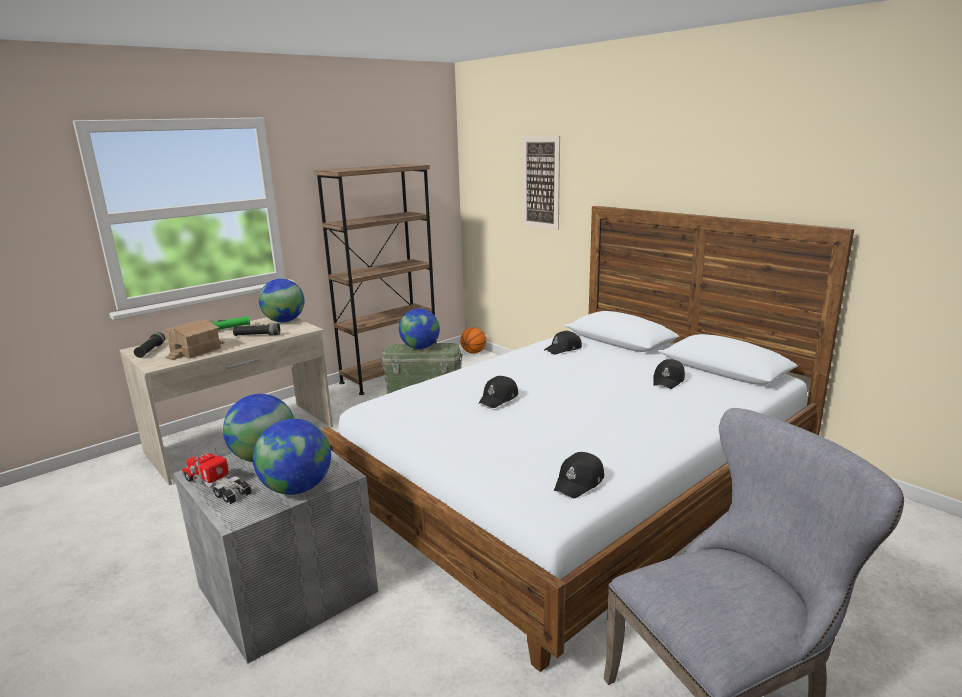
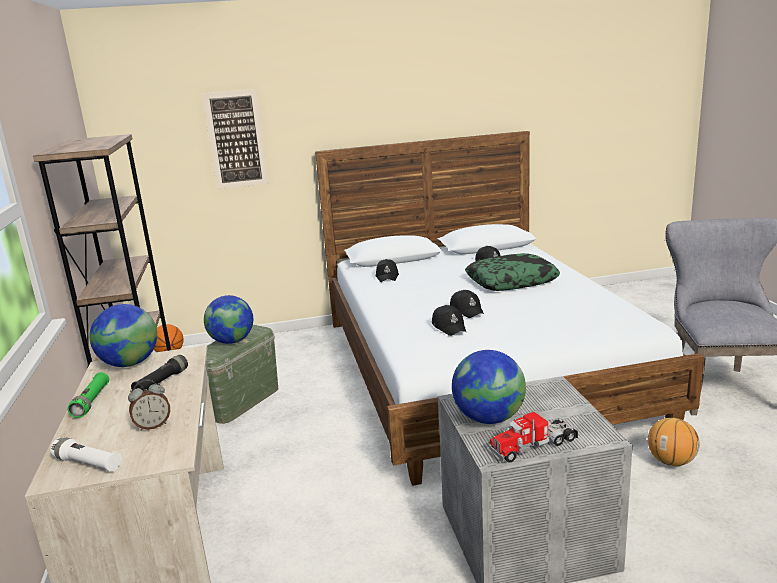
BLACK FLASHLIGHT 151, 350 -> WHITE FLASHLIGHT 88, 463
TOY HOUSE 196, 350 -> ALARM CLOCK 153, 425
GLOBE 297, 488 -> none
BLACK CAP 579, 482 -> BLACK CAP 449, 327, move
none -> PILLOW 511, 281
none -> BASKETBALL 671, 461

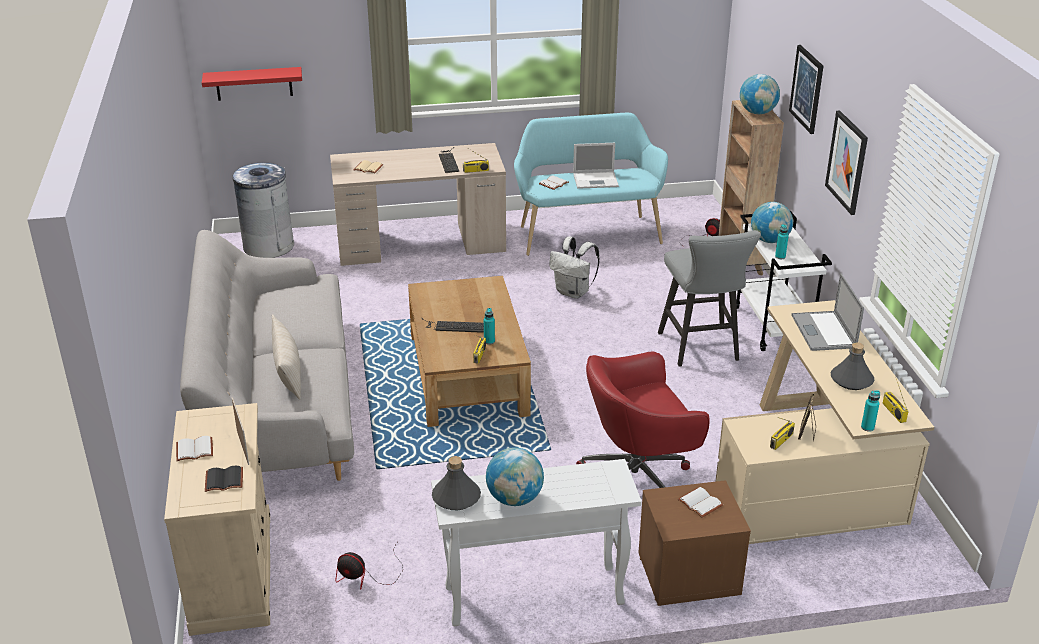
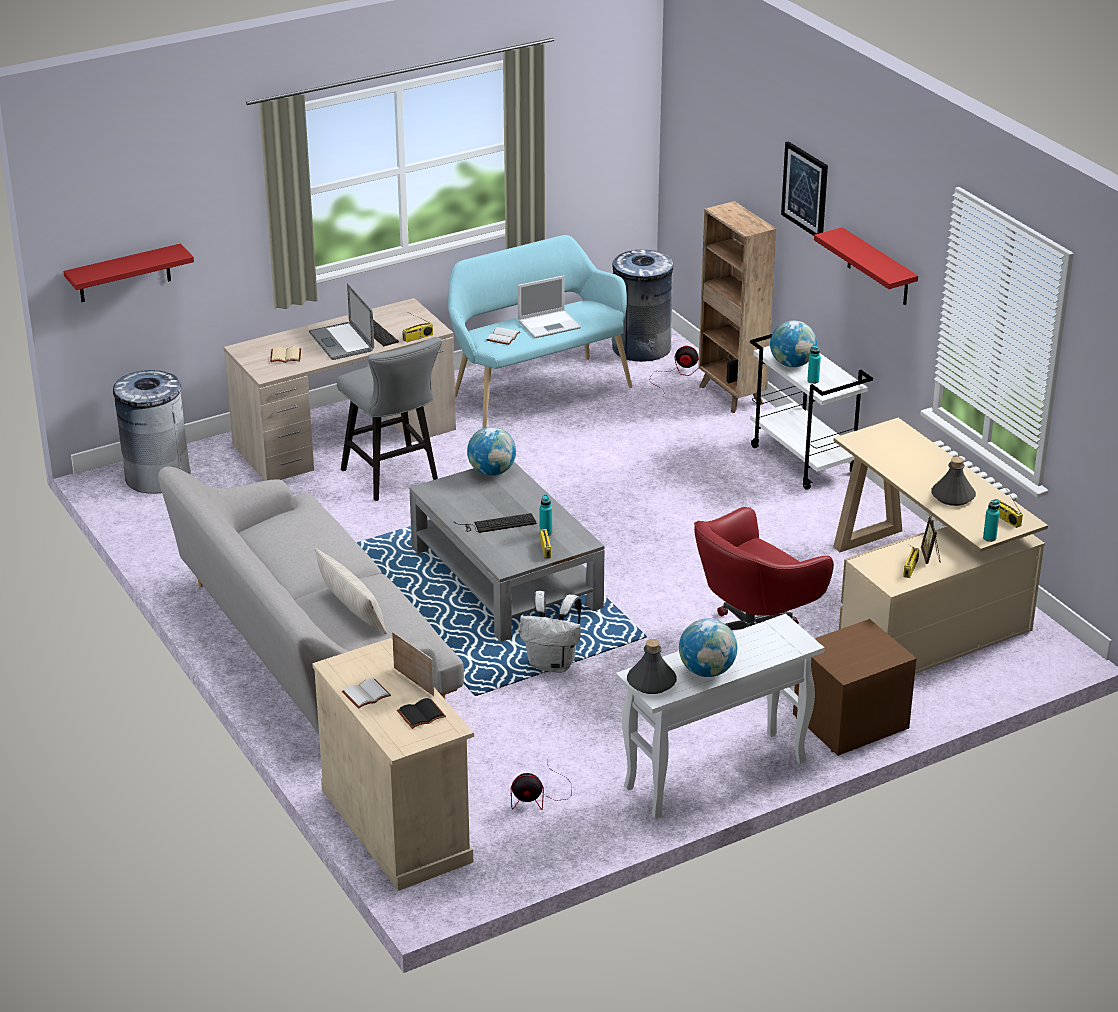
BROWN COFFEE TABLE 467, 373 -> GREY COFFEE TABLE 505, 577
WHITE BACKPACK 573, 292 -> WHITE BACKPACK 553, 664, move
GREY STOOL 701, 349 -> GREY STOOL 394, 479, move
WHITE BOOK 698, 503 -> none
GLOBE 757, 112 -> GLOBE 492, 472, move
LAPTOP 823, 331 -> LAPTOP 341, 341, move
PICTURE 847, 162 -> RED SHELF 878, 268
none -> GREY TRASH CAN 641, 348

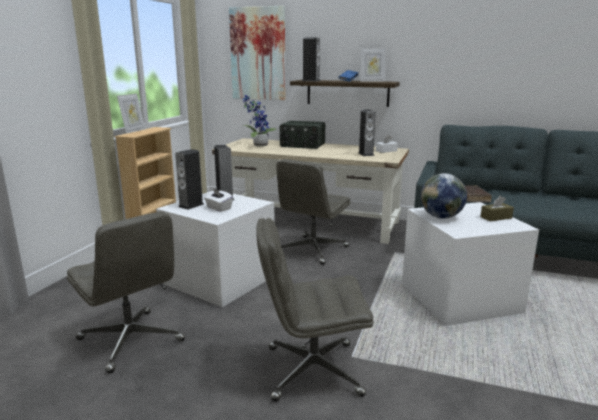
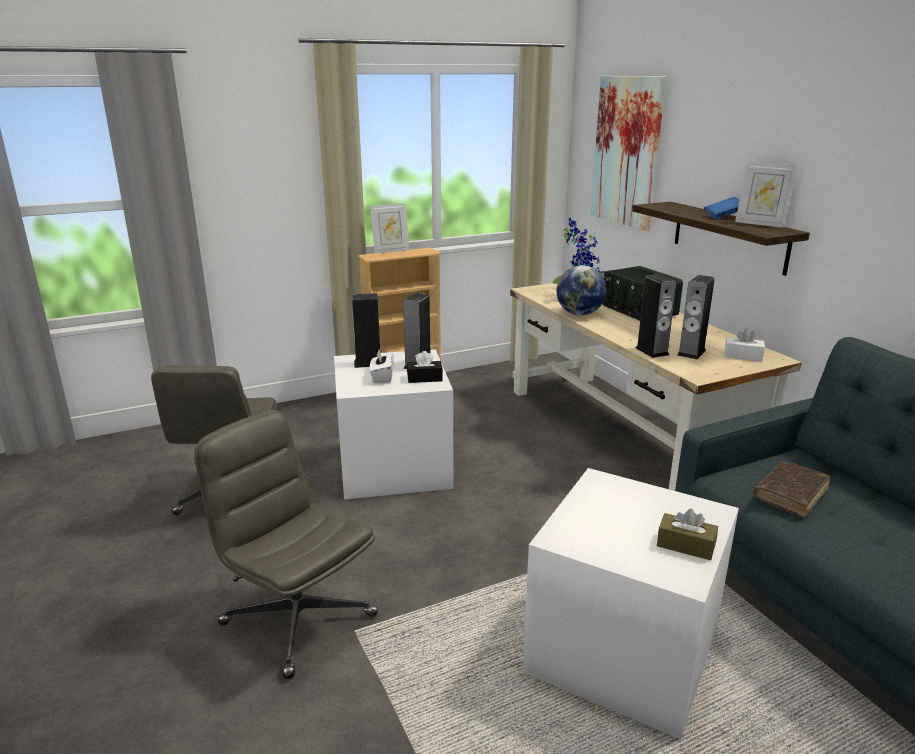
GREY OFFICE CHAIR 312, 250 -> none
SPEAKER 311, 80 -> SPEAKER 652, 351, move
GLOBE 441, 217 -> GLOBE 579, 314, move
none -> BLACK TISSUE BOX 424, 378

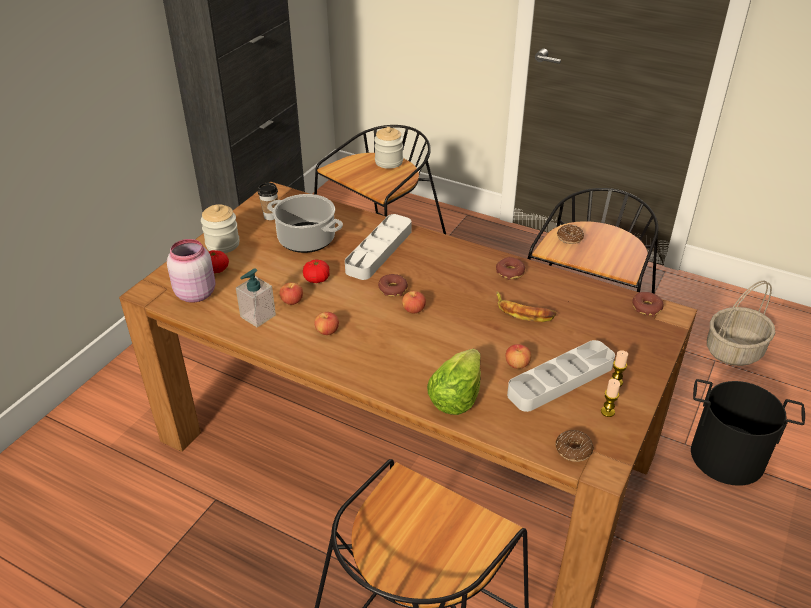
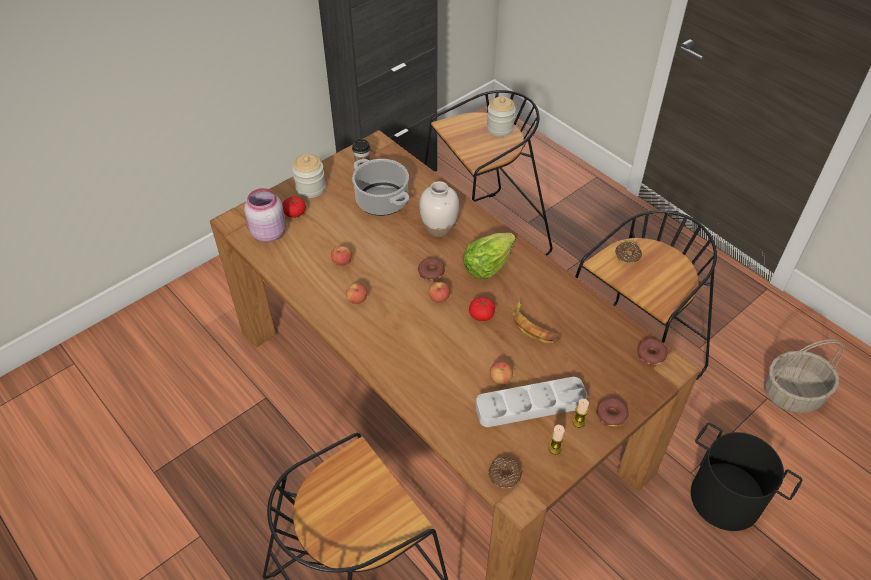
SOAP DISPENSER 258, 316 -> none
TOMATO 317, 279 -> TOMATO 481, 315, move
GREY TRAY 379, 251 -> WHITE VASE 438, 228
LETTUCE 455, 397 -> LETTUCE 487, 266, move
DONUT 510, 272 -> DONUT 611, 415, move

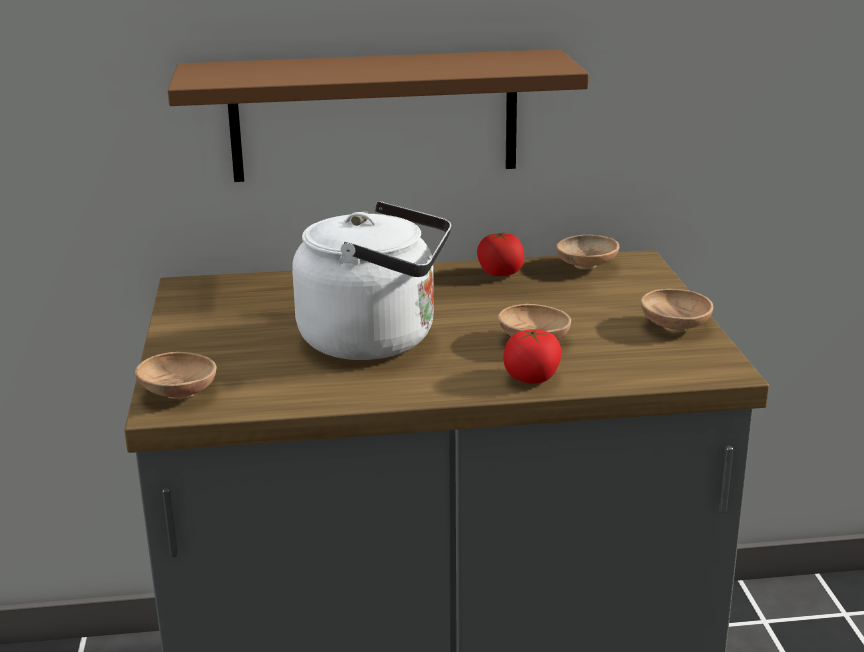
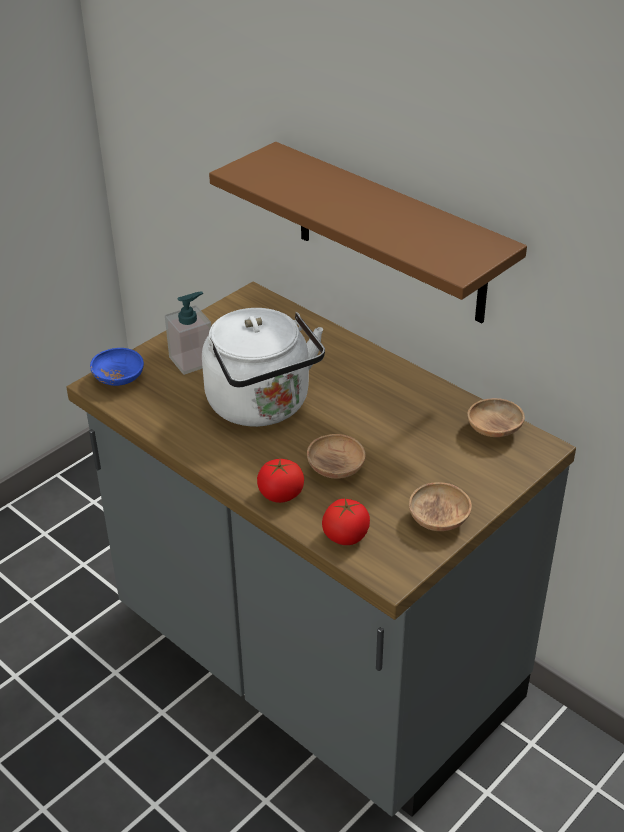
BROWN BOWL 178, 393 -> BLUE BOWL 119, 378
TOMATO 500, 273 -> TOMATO 345, 536, move
none -> SOAP DISPENSER 192, 361

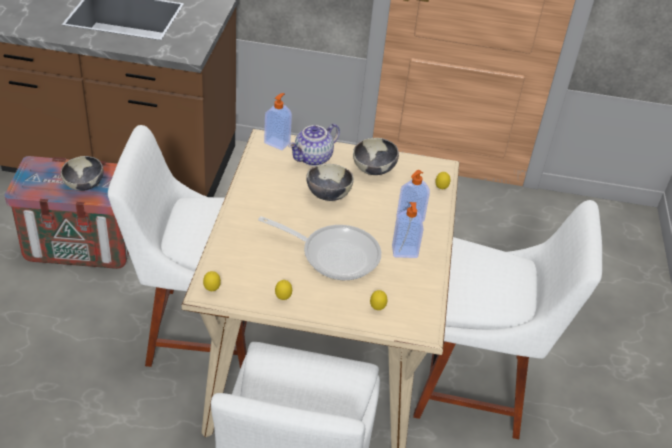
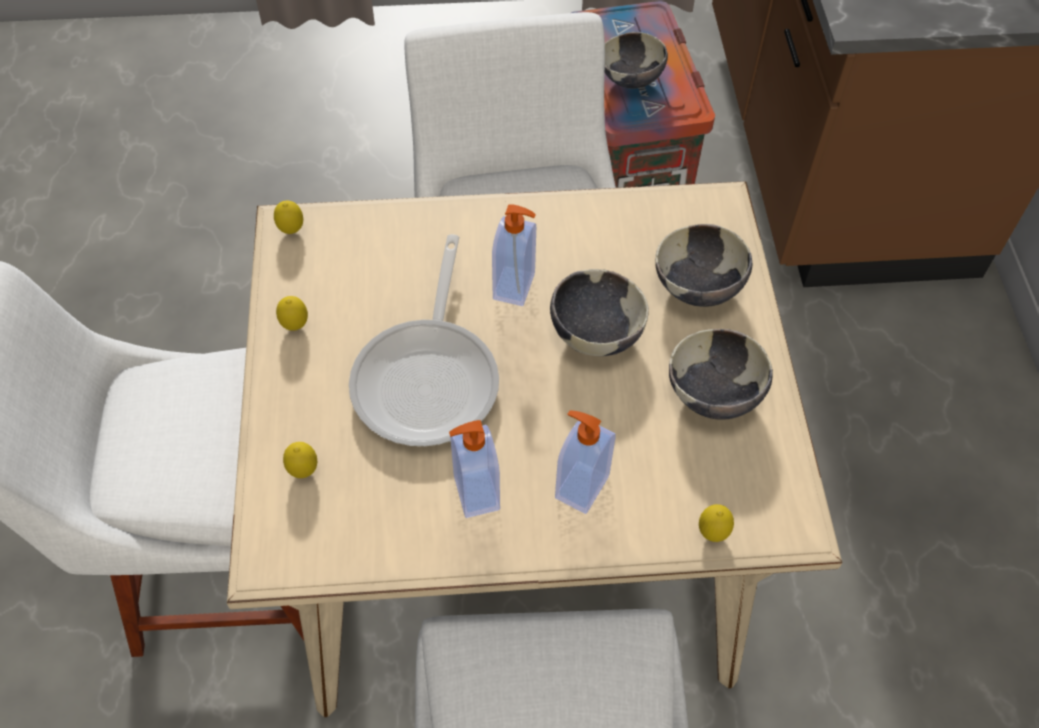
SOAP DISPENSER 277, 142 -> SOAP DISPENSER 515, 287, move
TEAPOT 313, 159 -> BOWL 697, 288

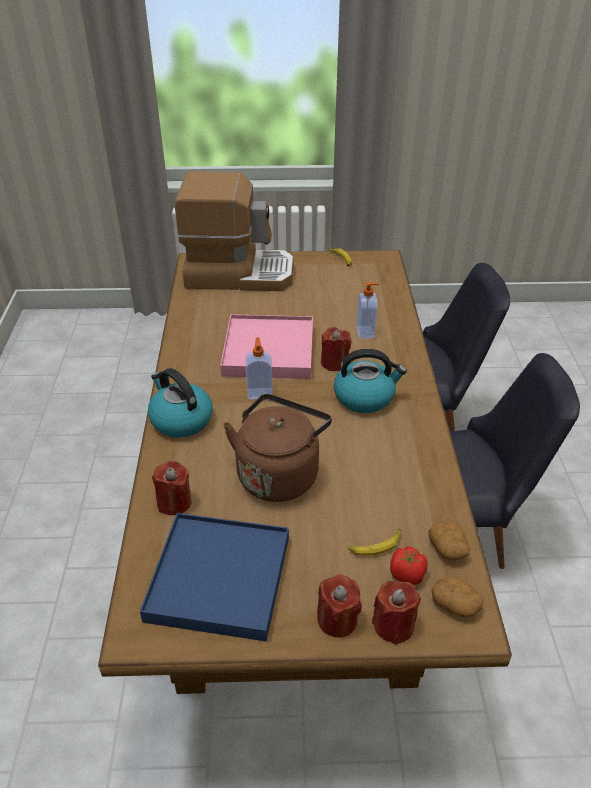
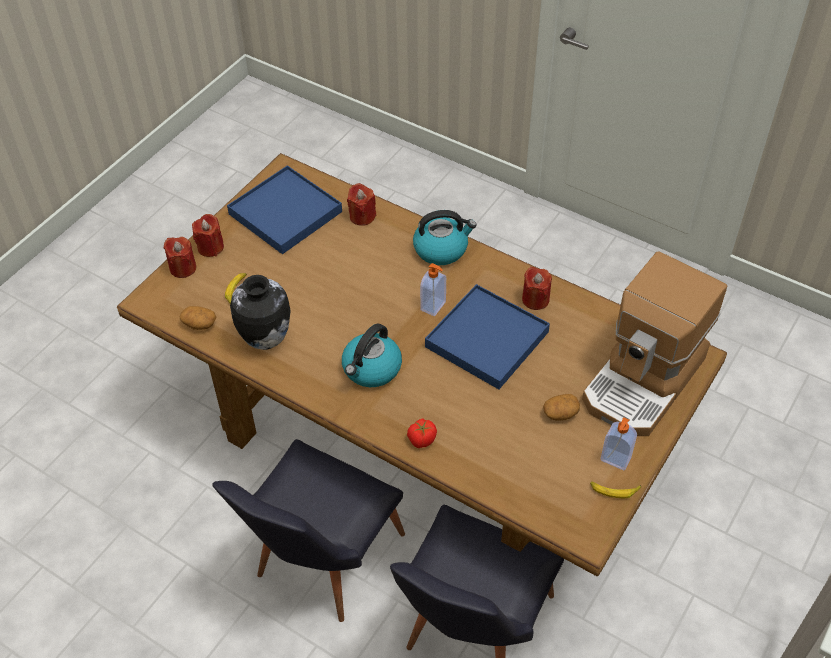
PINK TRAY 269, 350 -> BLUE TRAY 486, 339
BROWN KETTLE 279, 473 -> none
RED CANDLE 334, 363 -> RED CANDLE 535, 299, move
SOAP DISPENSER 366, 332 -> SOAP DISPENSER 615, 459, move
TOMATO 407, 575 -> TOMATO 421, 440, move
POTATO 455, 604 -> POTATO 560, 413, move
none -> VASE 265, 340

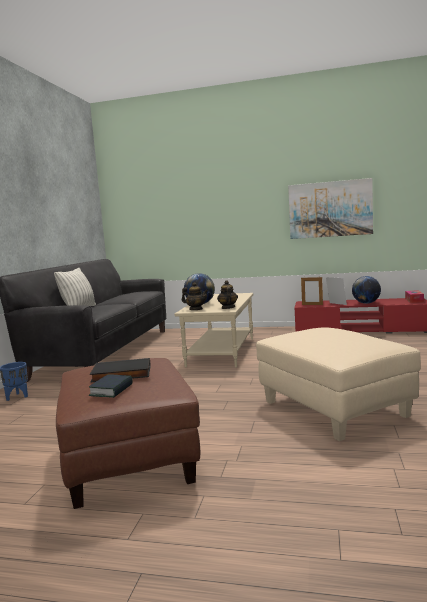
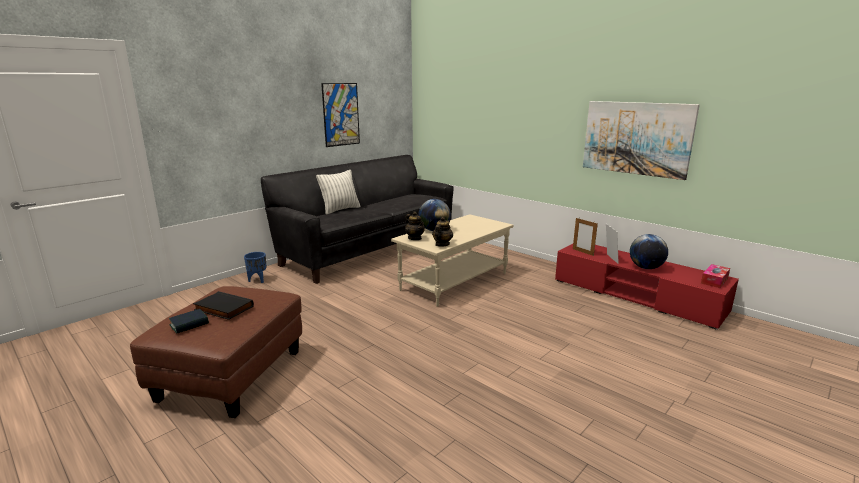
BEIGE OTTOMAN 334, 410 -> none
none -> PICTURE 341, 114

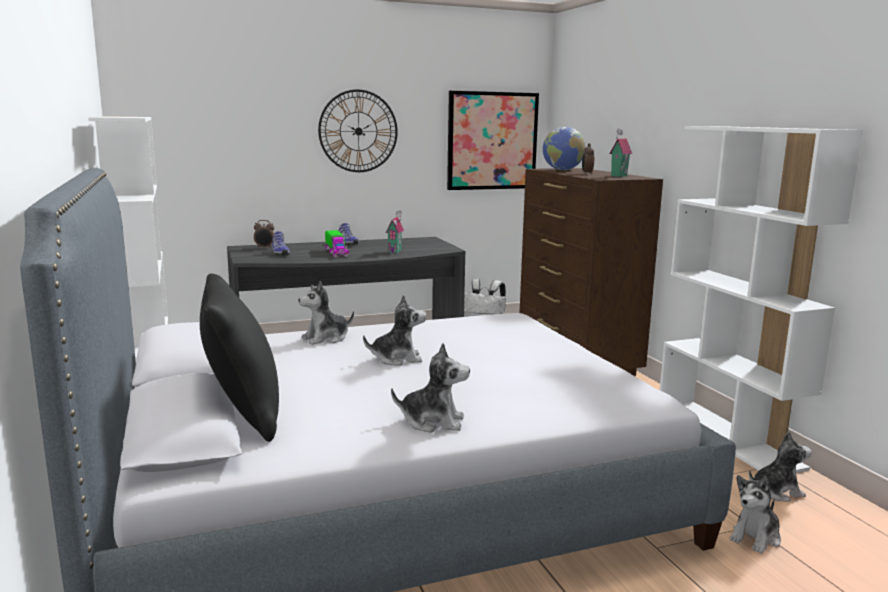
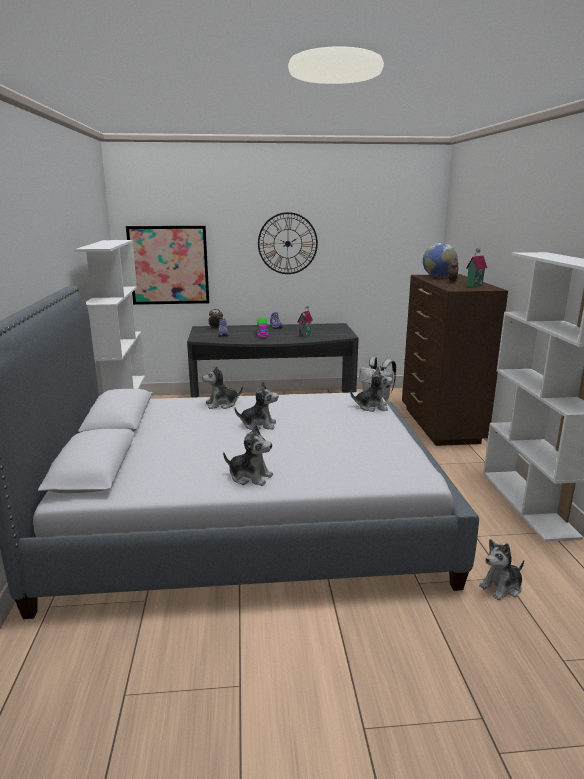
BLACK PILLOW 243, 415 -> none
PICTURE 492, 141 -> PICTURE 169, 265, move
PLUSH TOY 776, 491 -> PLUSH TOY 371, 407, move

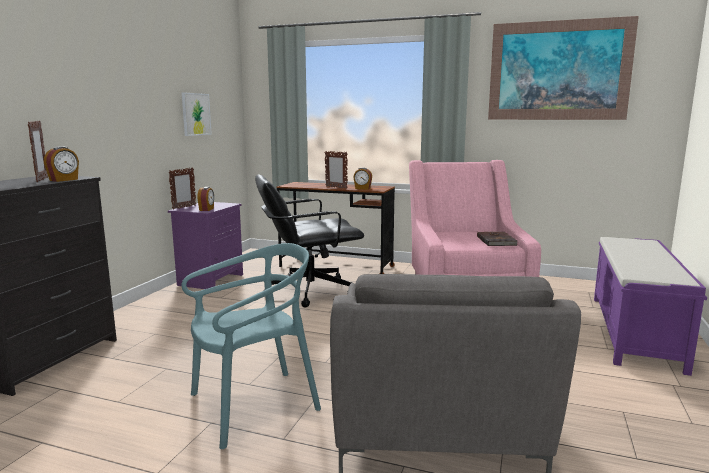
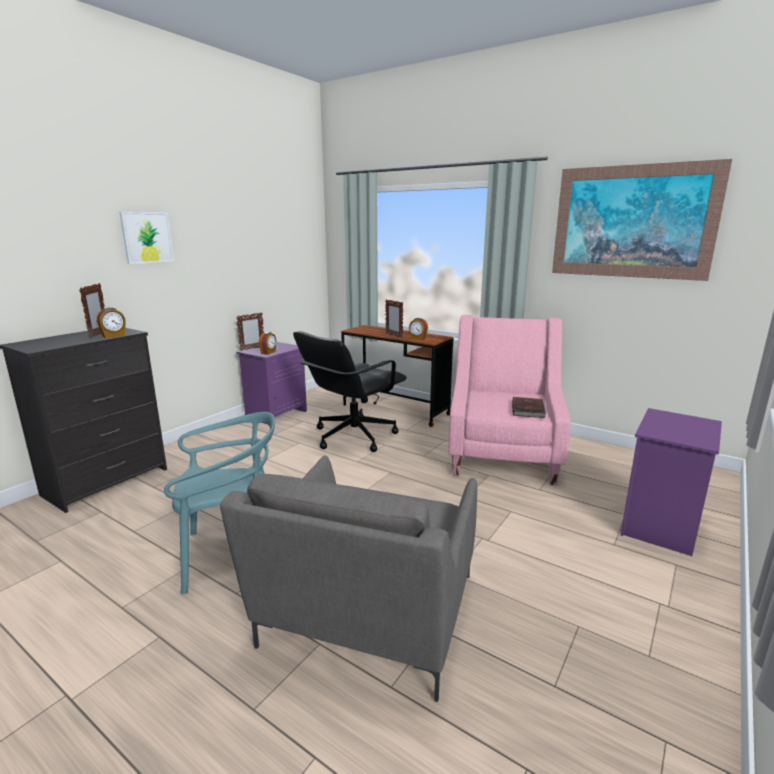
PICTURE 196, 114 -> PICTURE 147, 237, move
BLACK OFFICE CHAIR 308, 291 -> BLACK OFFICE CHAIR 353, 436, 45 degrees counterclockwise
PURPLE BENCH 634, 331 -> PURPLE NIGHTSTAND 661, 527

